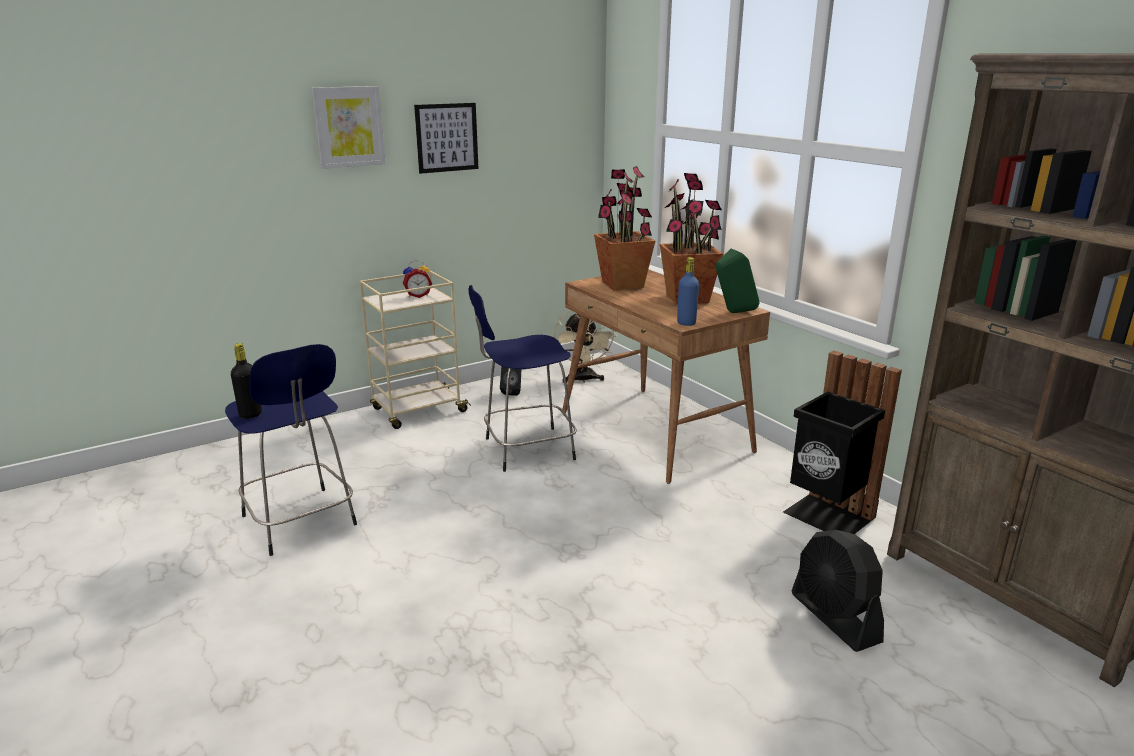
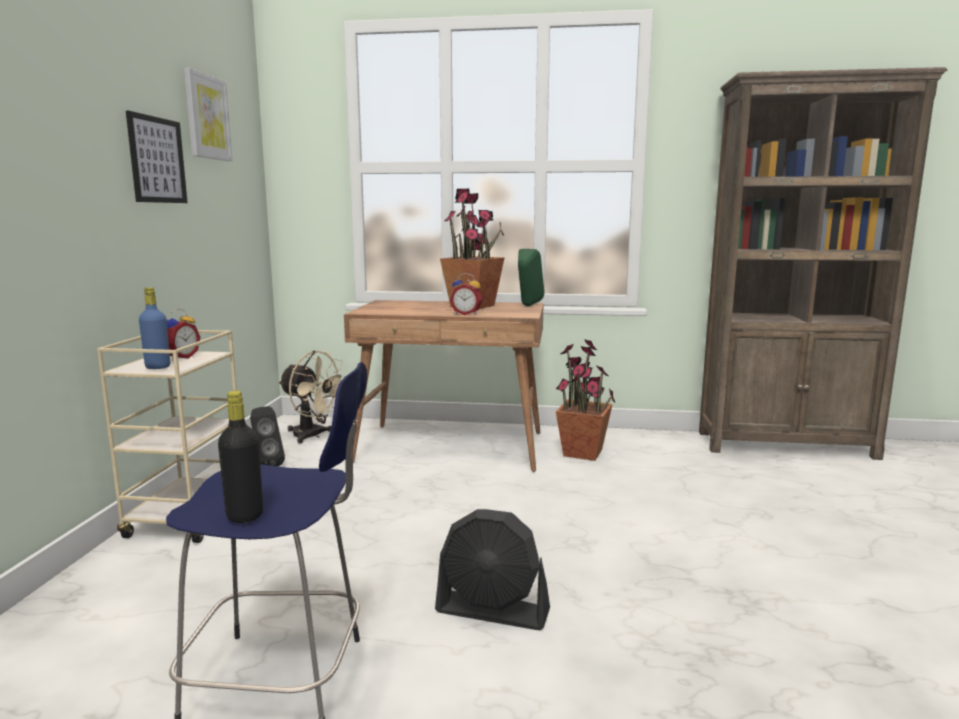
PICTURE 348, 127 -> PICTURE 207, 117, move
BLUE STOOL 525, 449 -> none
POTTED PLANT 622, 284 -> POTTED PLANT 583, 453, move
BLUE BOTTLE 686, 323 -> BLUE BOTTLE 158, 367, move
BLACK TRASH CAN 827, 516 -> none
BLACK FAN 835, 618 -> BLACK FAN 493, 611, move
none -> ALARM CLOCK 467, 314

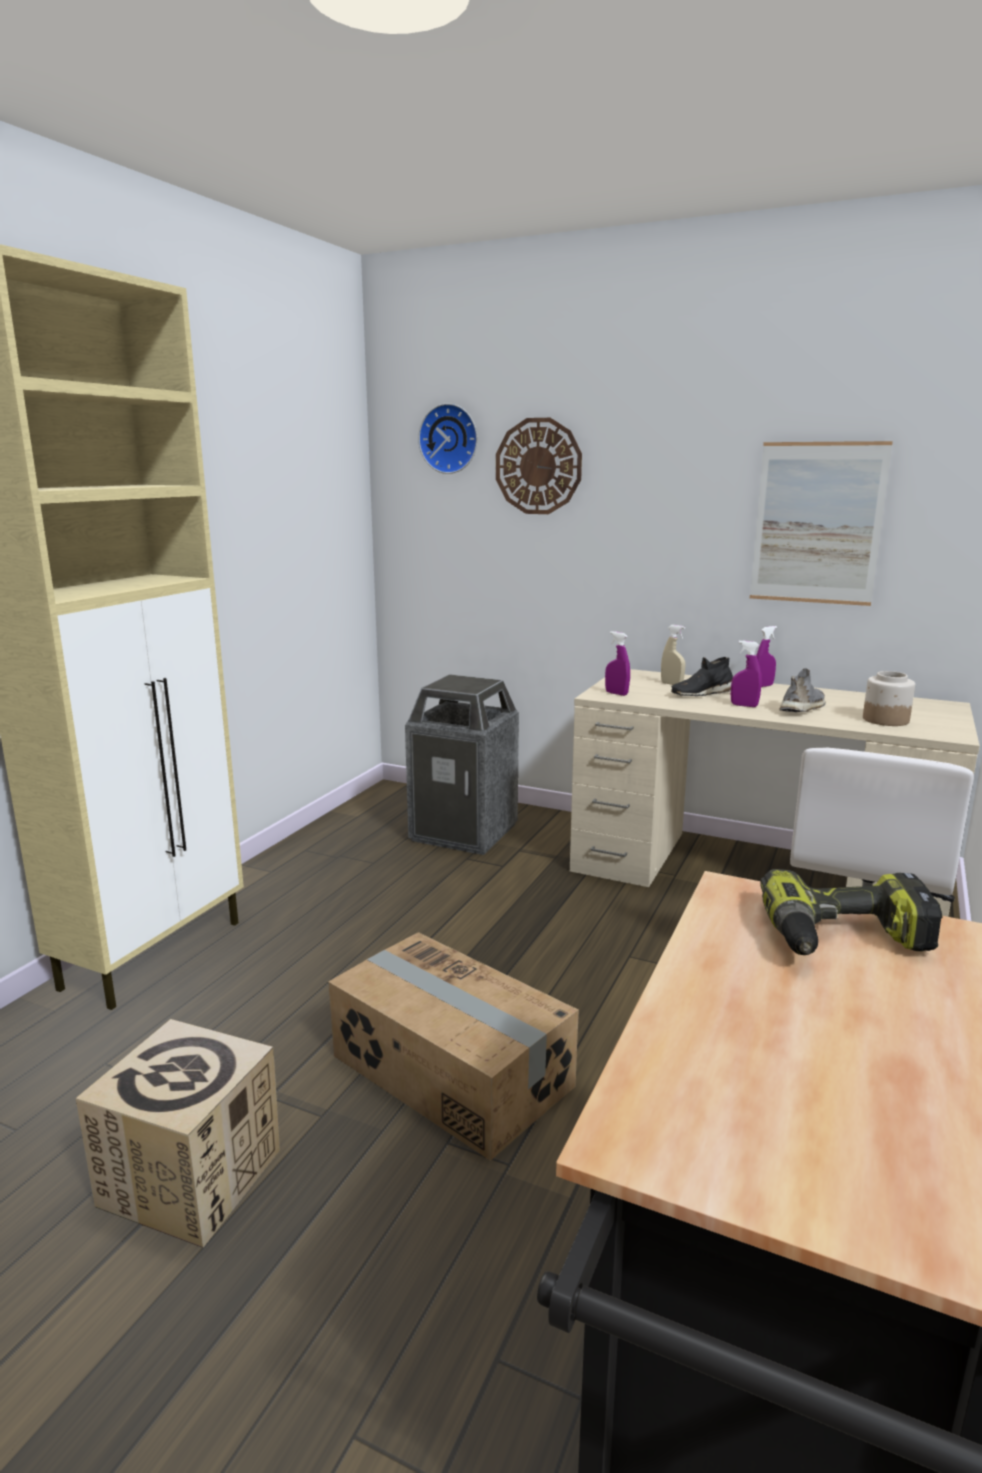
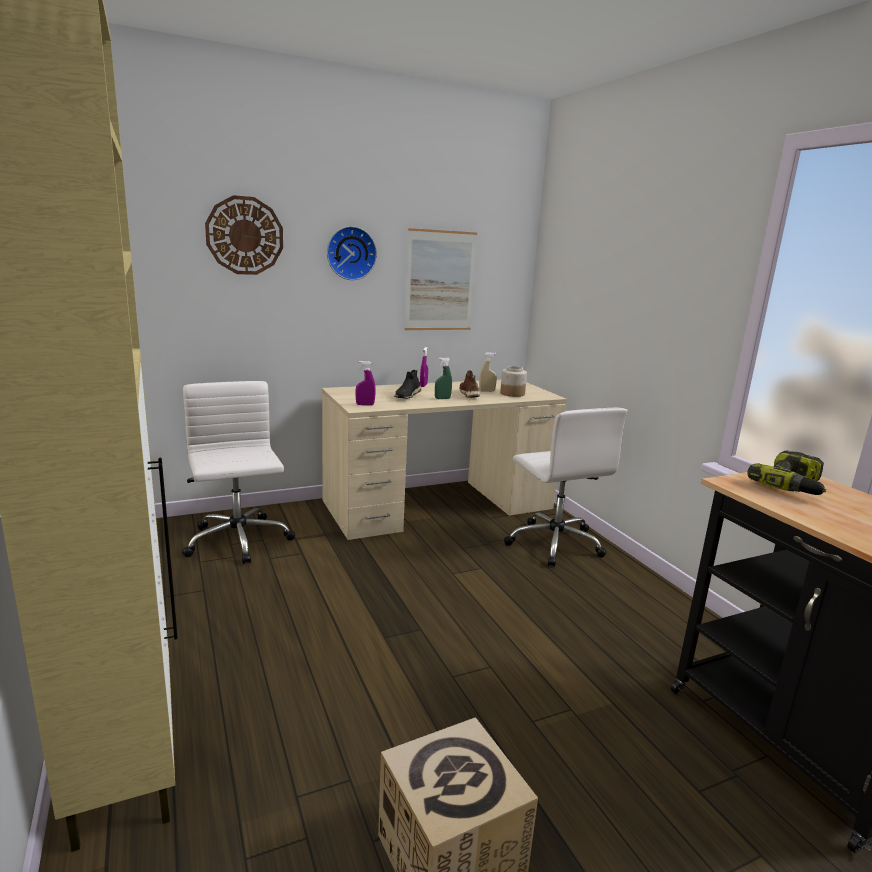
CARDBOARD BOX 450, 1072 -> none
TRASH CAN 465, 832 -> WHITE OFFICE CHAIR 238, 541
WALL CLOCK 450, 439 -> WALL CLOCK 350, 253, move
BEIGE SPRAY BOTTLE 671, 684 -> BEIGE SPRAY BOTTLE 487, 391, move
PURPLE SPRAY BOTTLE 744, 705 -> GREEN SPRAY BOTTLE 442, 398
GREY SHOE 803, 708 -> BROWN SHOE 469, 394

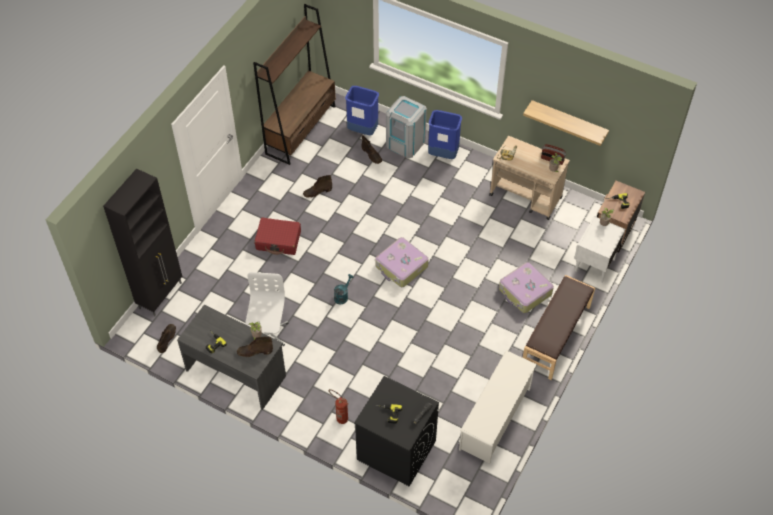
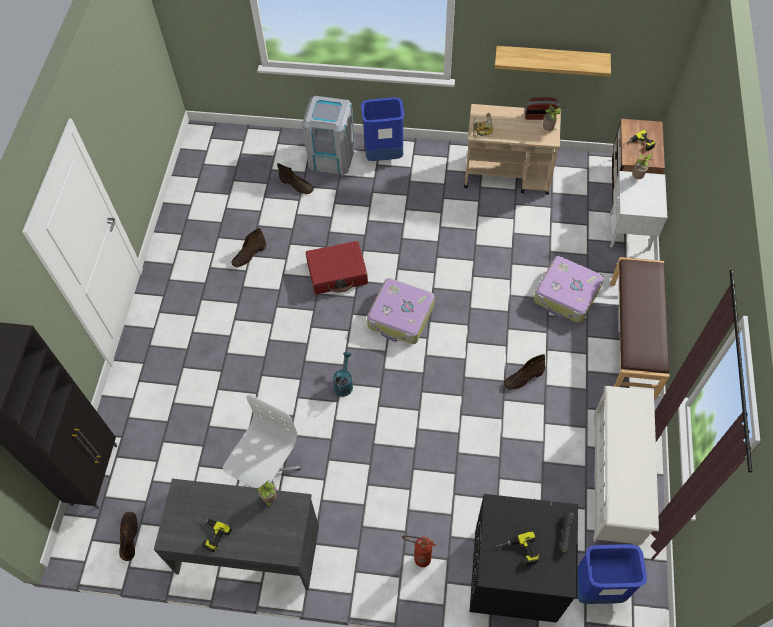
BROWN BOOT 254, 351 -> BROWN BOOT 523, 378, move
WHITE OFFICE CHAIR 267, 333 -> WHITE OFFICE CHAIR 267, 473, 45 degrees clockwise
BROWN BOOKCASE 301, 130 -> none
RED SUITCASE 278, 240 -> RED SUITCASE 337, 273, move
BLUE TRASH CAN 362, 130 -> BLUE TRASH CAN 598, 588, move

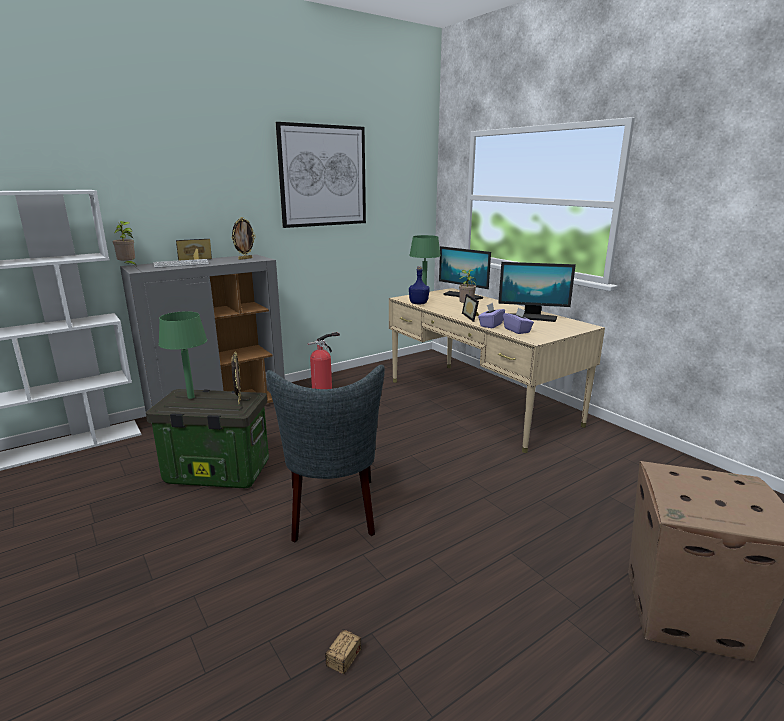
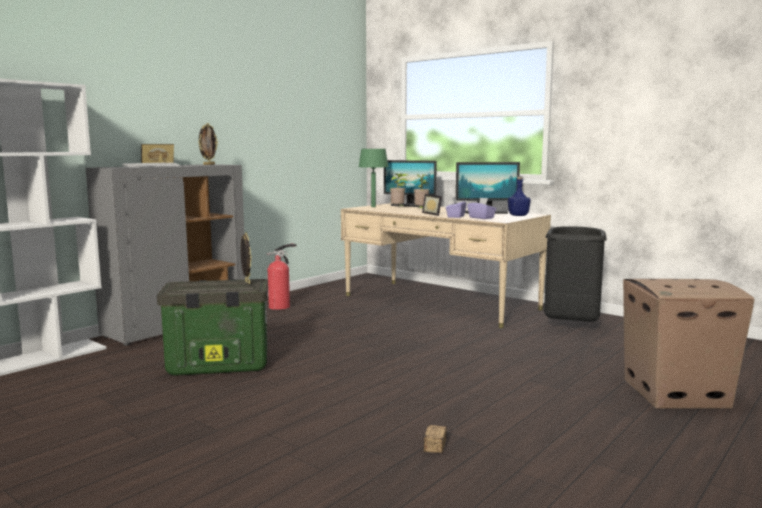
POTTED PLANT 128, 266 -> POTTED PLANT 398, 208, move
GREEN TABLE LAMP 191, 397 -> none
GREY CHAIR 333, 513 -> none
PICTURE 323, 176 -> none
BLUE BOTTLE 418, 303 -> BLUE BOTTLE 518, 215, move
none -> BLACK TRASH CAN 570, 326

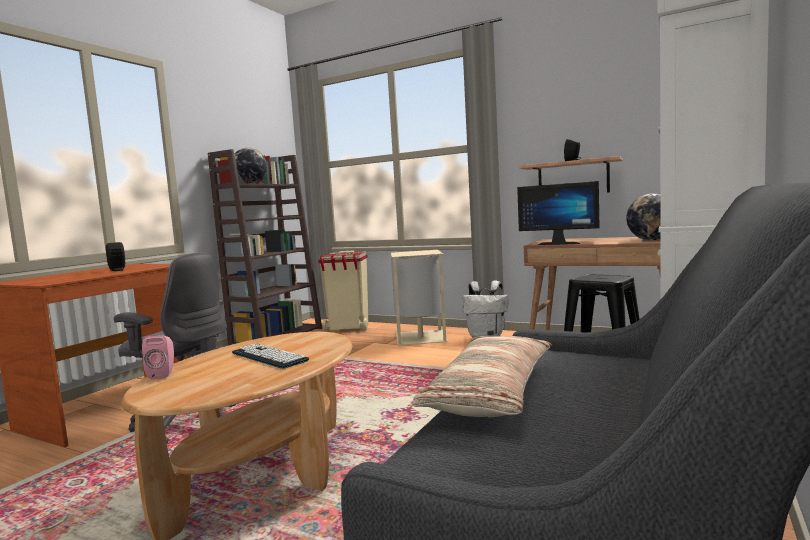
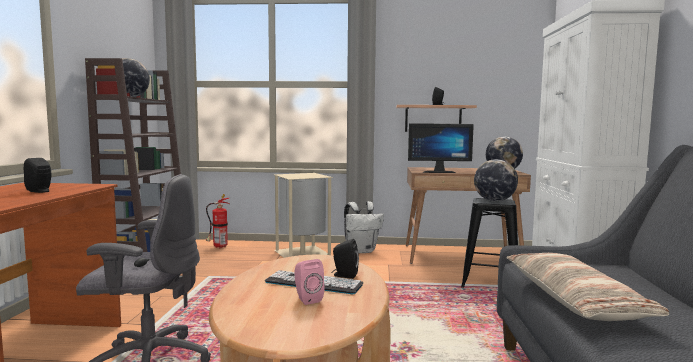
PINK SPEAKER 163, 374 -> PINK SPEAKER 307, 299, move
BEIGE TRASH CAN 348, 328 -> FIRE EXTINGUISHER 218, 247
none -> BLACK SPEAKER 344, 275
none -> GLOBE 494, 201

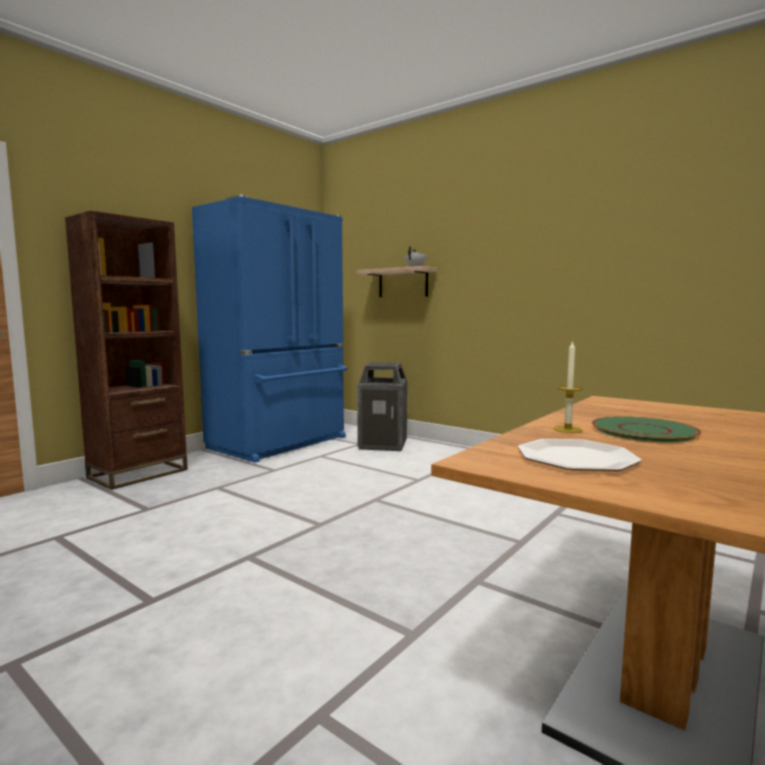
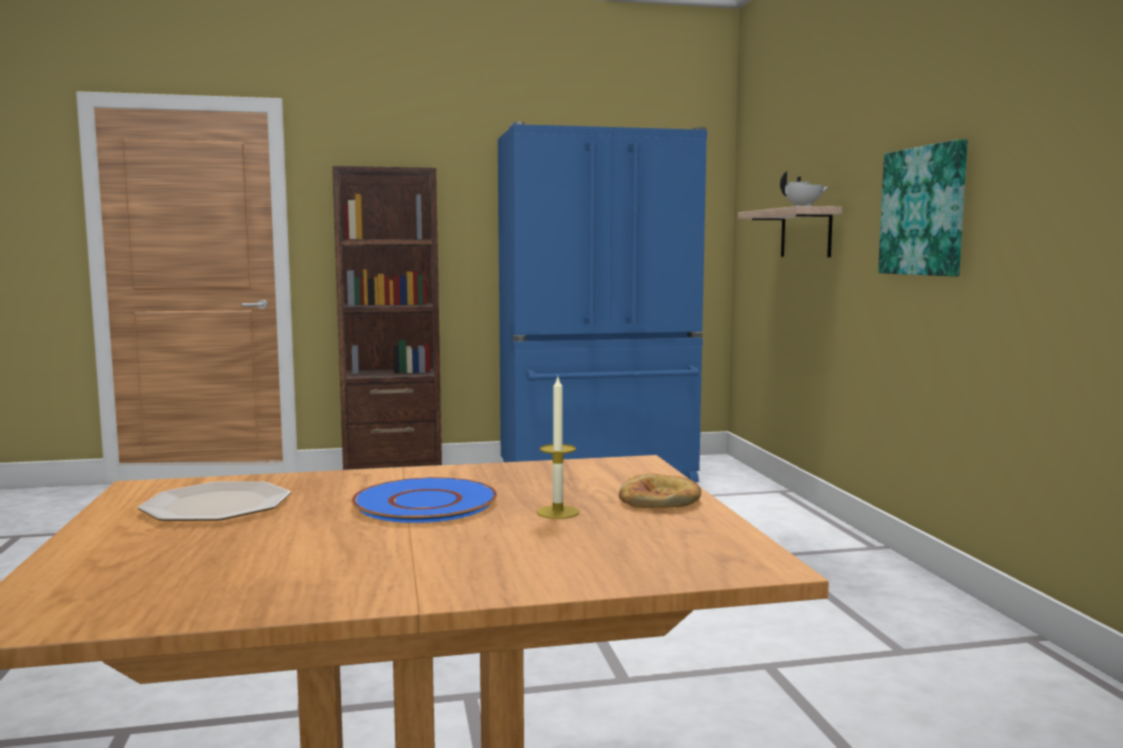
TRASH CAN 383, 444 -> none
CANDLE 567, 429 -> CANDLE 557, 512, move
GREEN PLATE 643, 431 -> BLUE PLATE 425, 502
none -> BREAD 659, 499
none -> PICTURE 924, 211

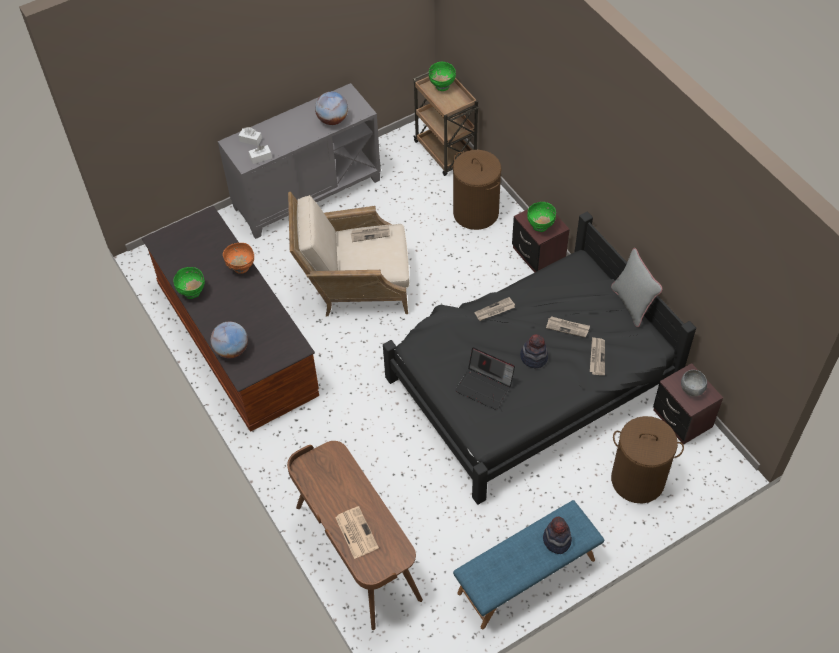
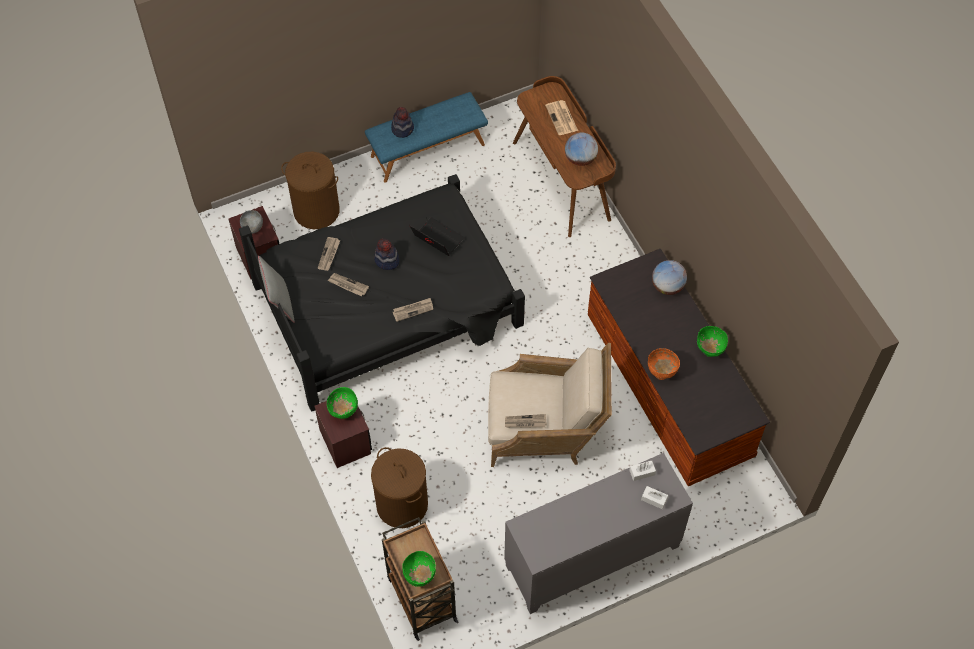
GLOBE 332, 120 -> GLOBE 580, 159, move

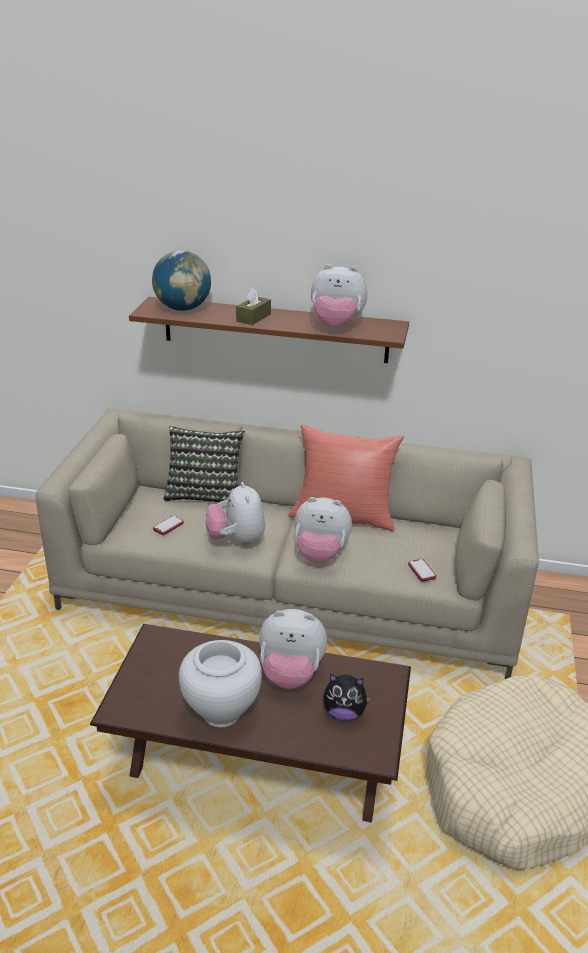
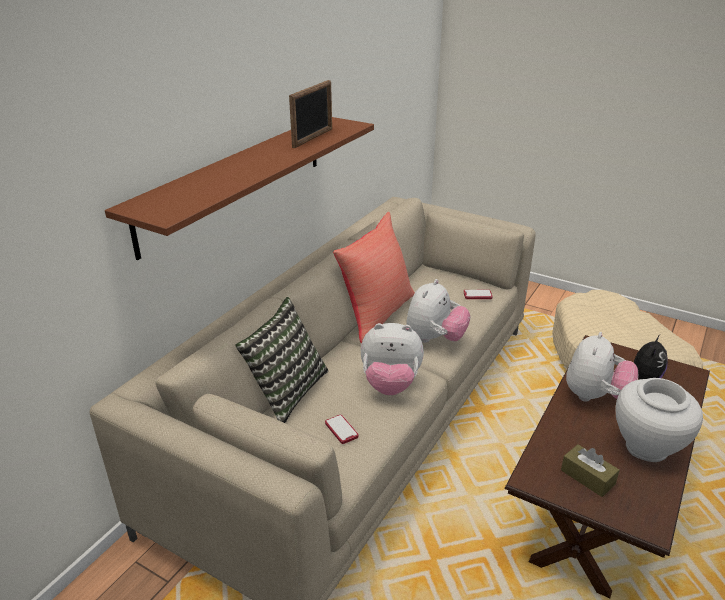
GLOBE 183, 309 -> none
BROWN TISSUE BOX 253, 317 -> BROWN TISSUE BOX 587, 477, move
PLUSH TOY 336, 326 -> PICTURE FRAME 313, 138

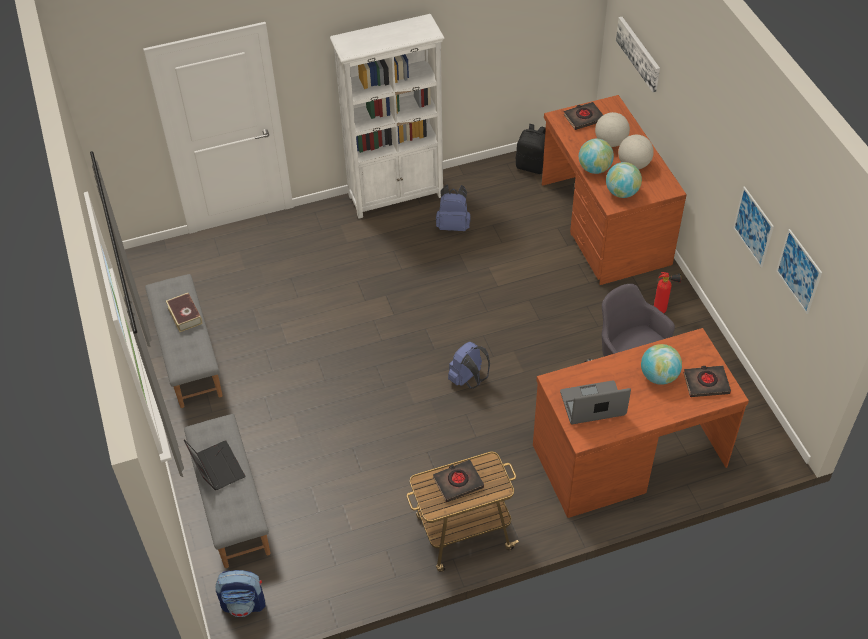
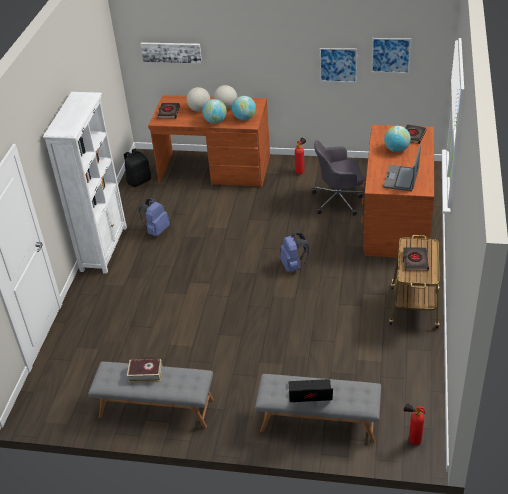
BACKPACK 244, 603 -> FIRE EXTINGUISHER 412, 440

